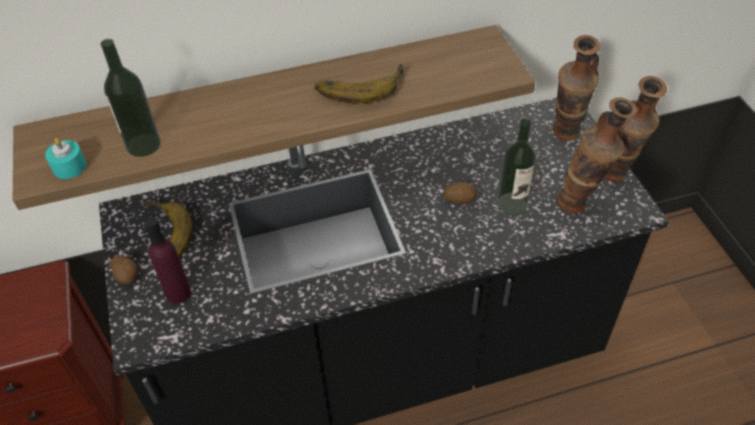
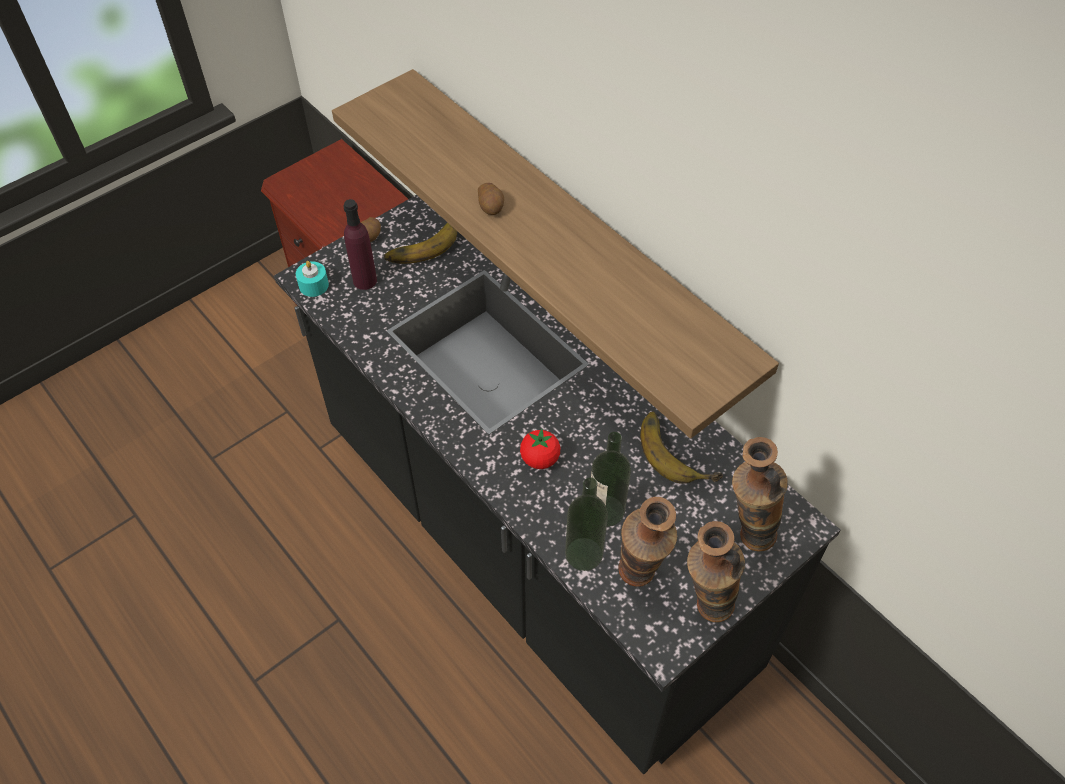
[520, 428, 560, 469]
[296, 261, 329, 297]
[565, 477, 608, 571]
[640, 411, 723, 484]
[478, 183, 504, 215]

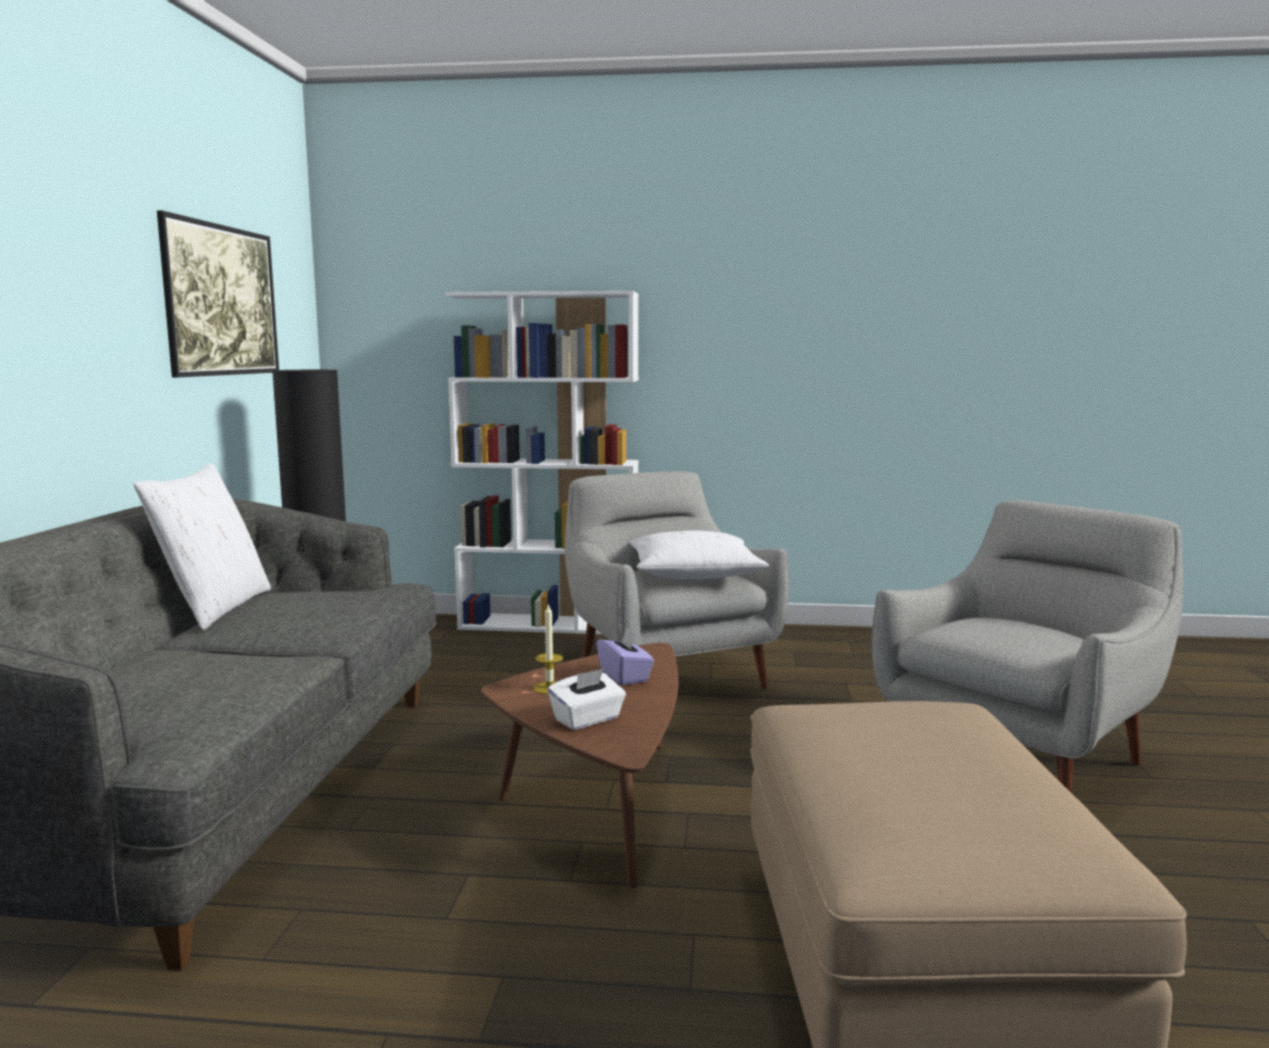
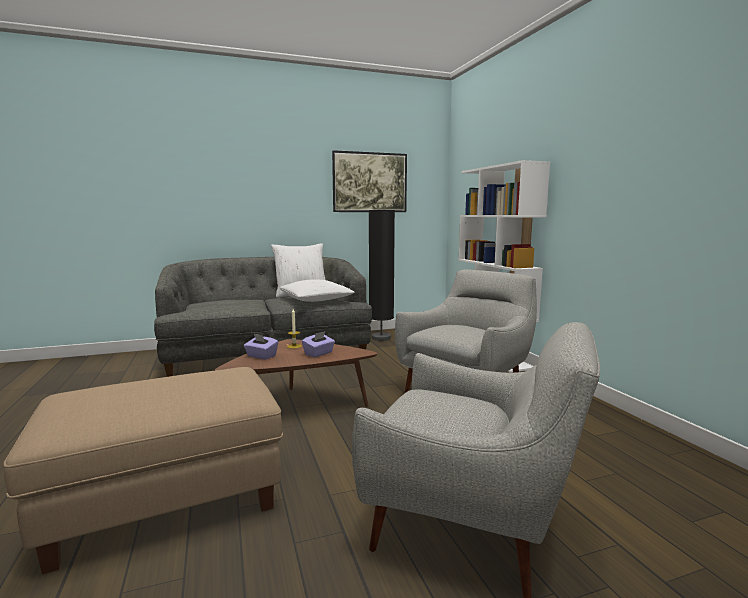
[279, 279, 355, 302]
[244, 334, 278, 359]

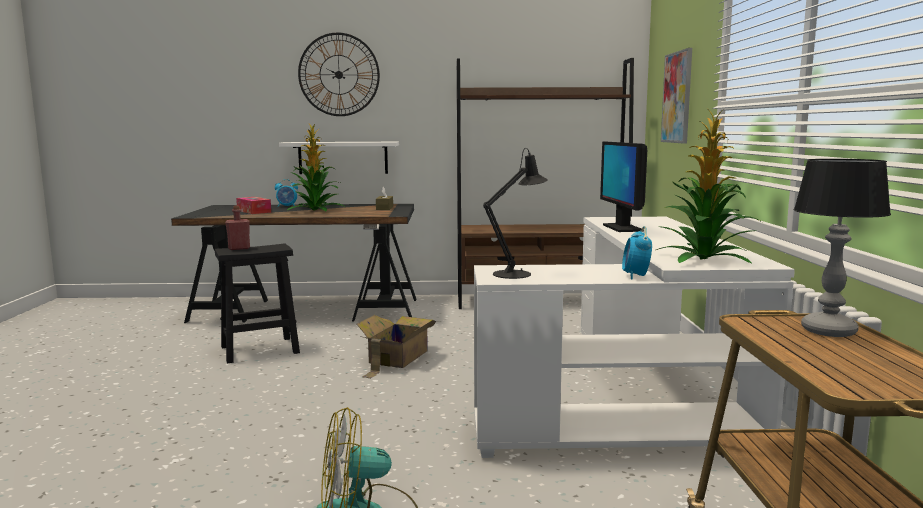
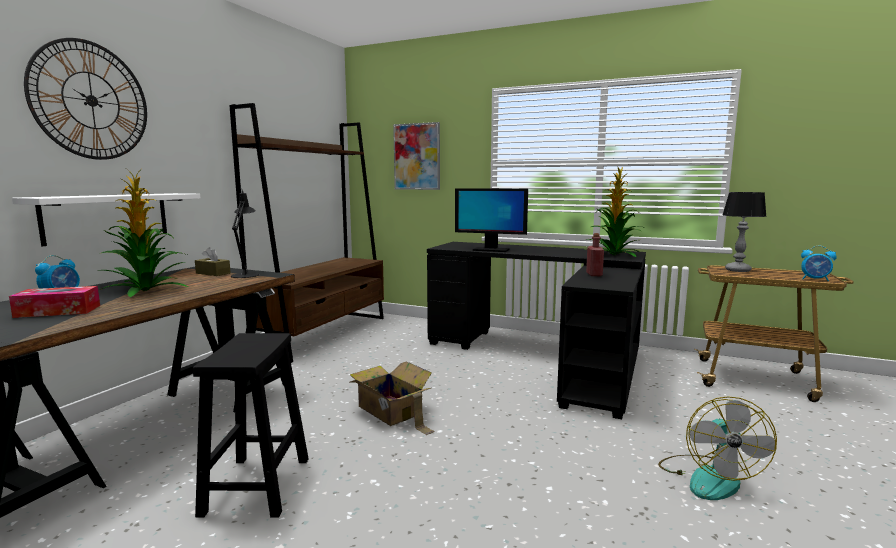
[586, 233, 604, 276]
[231, 188, 259, 278]
[801, 246, 837, 282]
[427, 242, 646, 419]

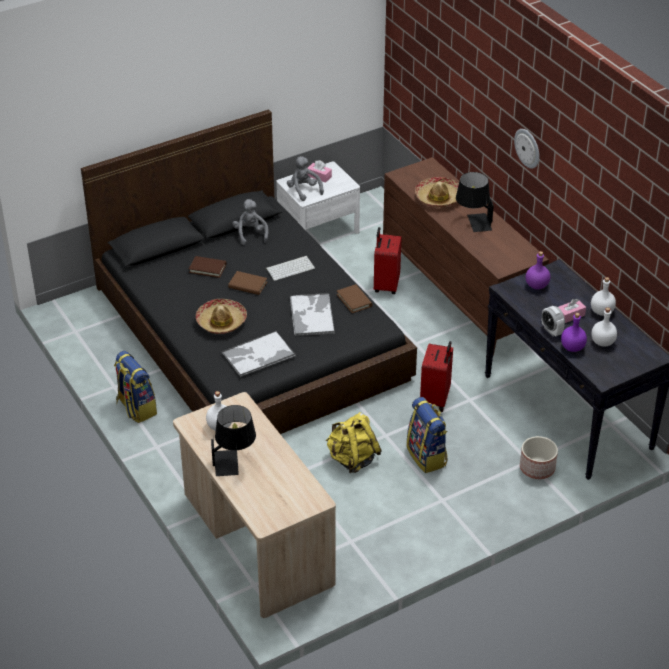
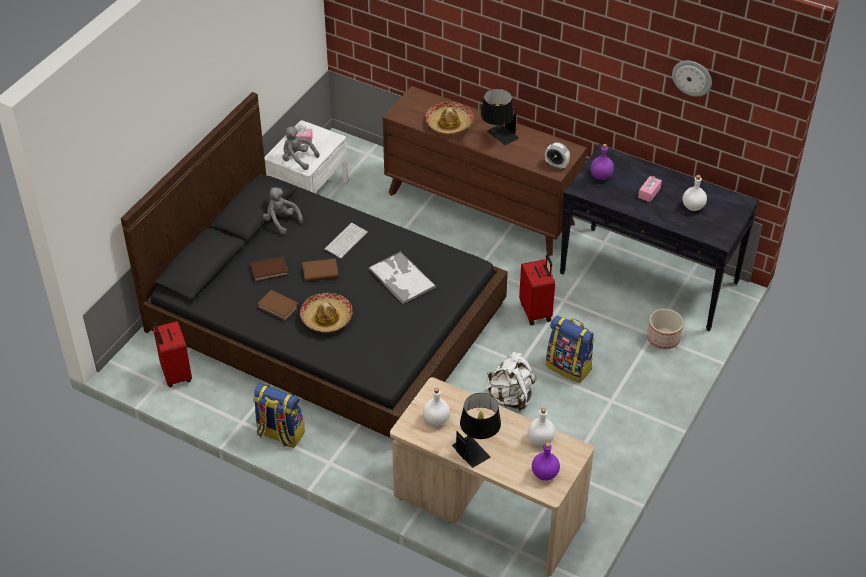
[222, 331, 296, 377] (first image)
[257, 290, 299, 321]
[153, 321, 192, 387]
[672, 61, 712, 96]
[545, 142, 570, 169]
[532, 442, 560, 481]
[528, 408, 555, 446]
[485, 352, 536, 411]

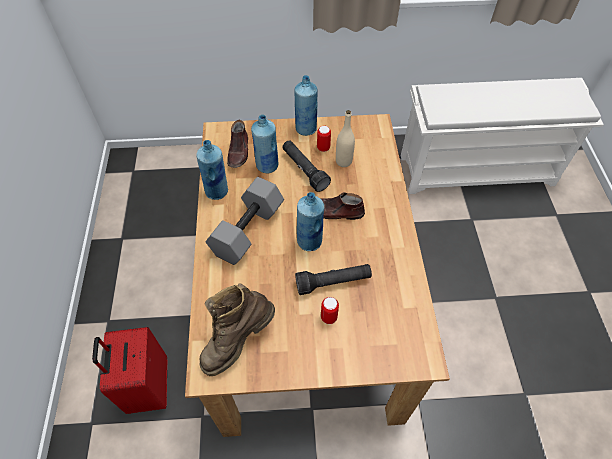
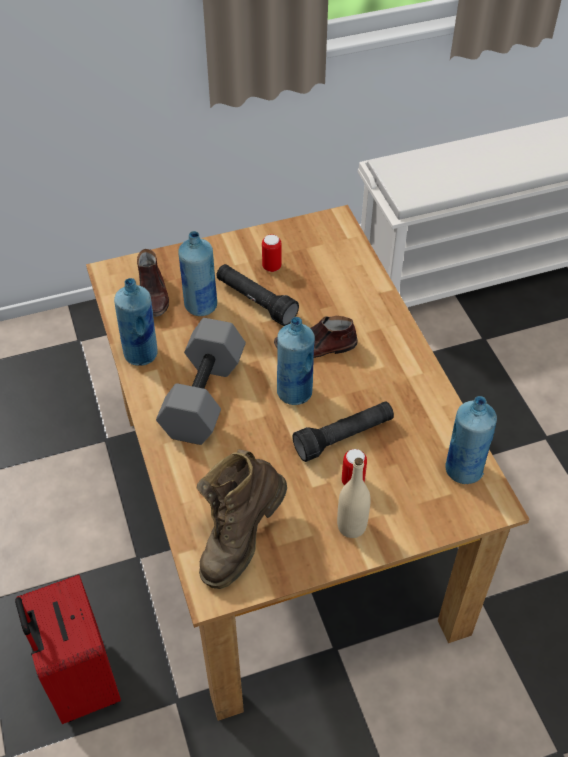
[445, 396, 497, 484]
[337, 457, 371, 538]

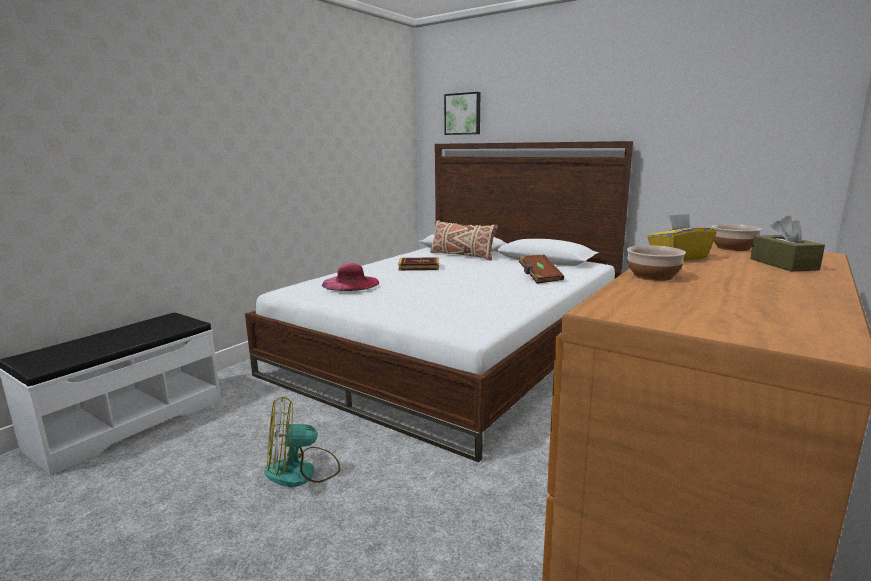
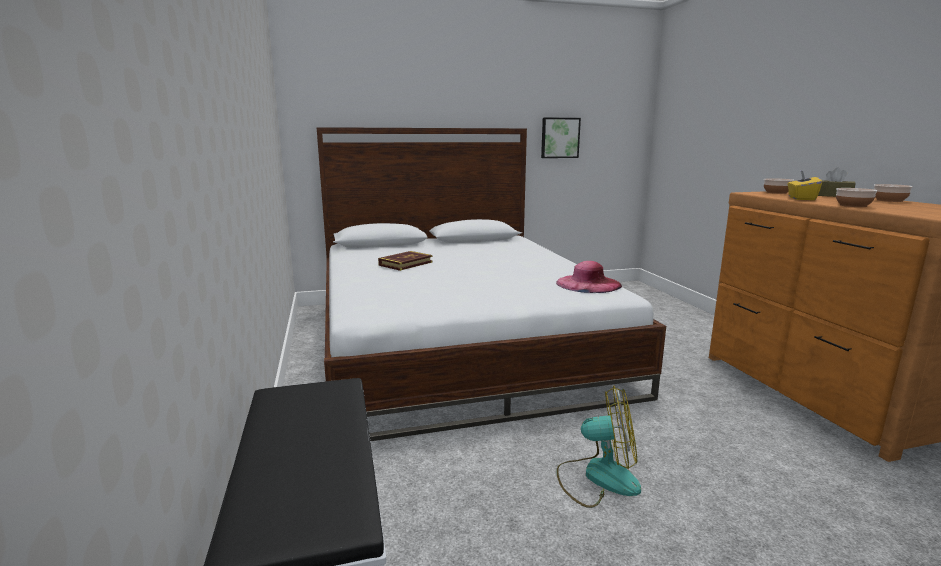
[430, 220, 498, 261] (first image)
[519, 254, 564, 284] (first image)
[874, 184, 913, 202]
[556, 261, 622, 293]
[541, 117, 581, 158]
[556, 386, 641, 508]

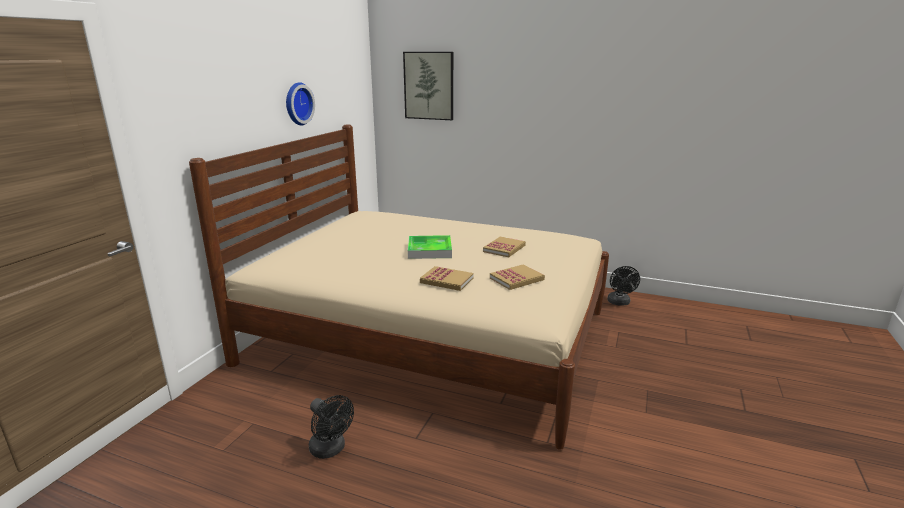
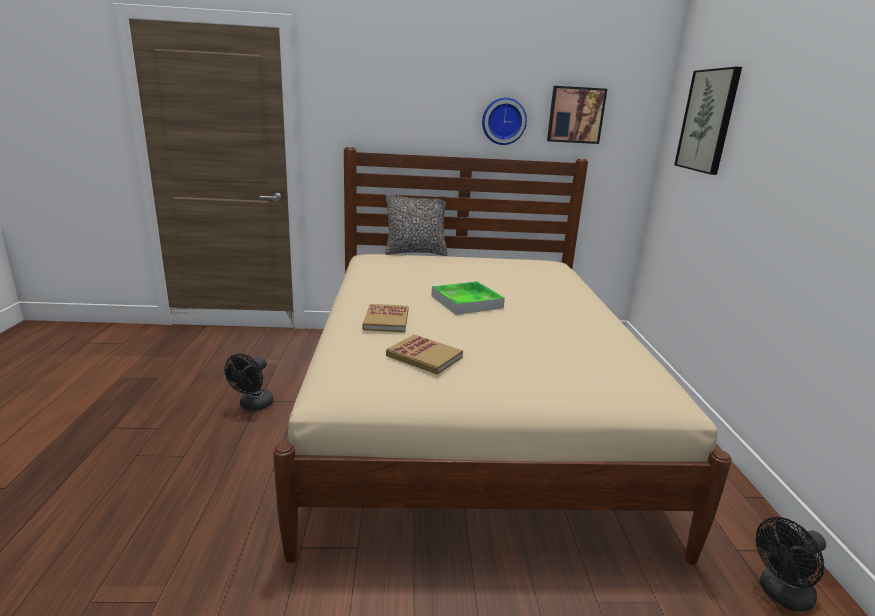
[483, 237, 526, 257] (first image)
[385, 194, 448, 256]
[547, 86, 607, 144]

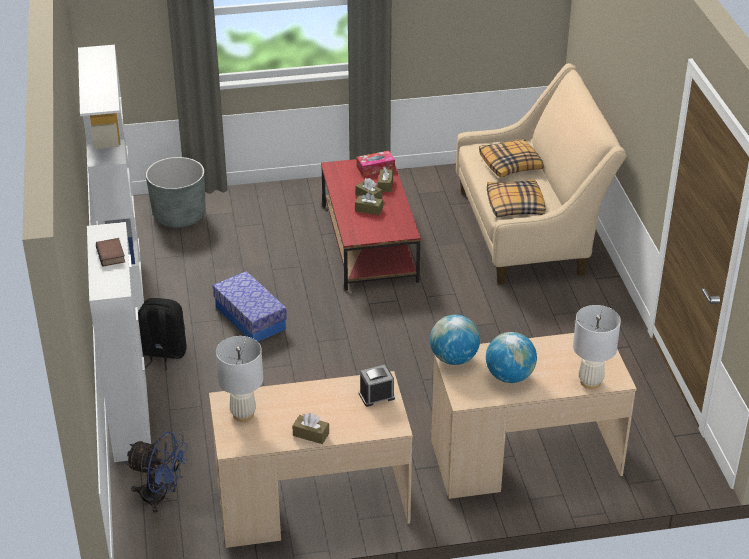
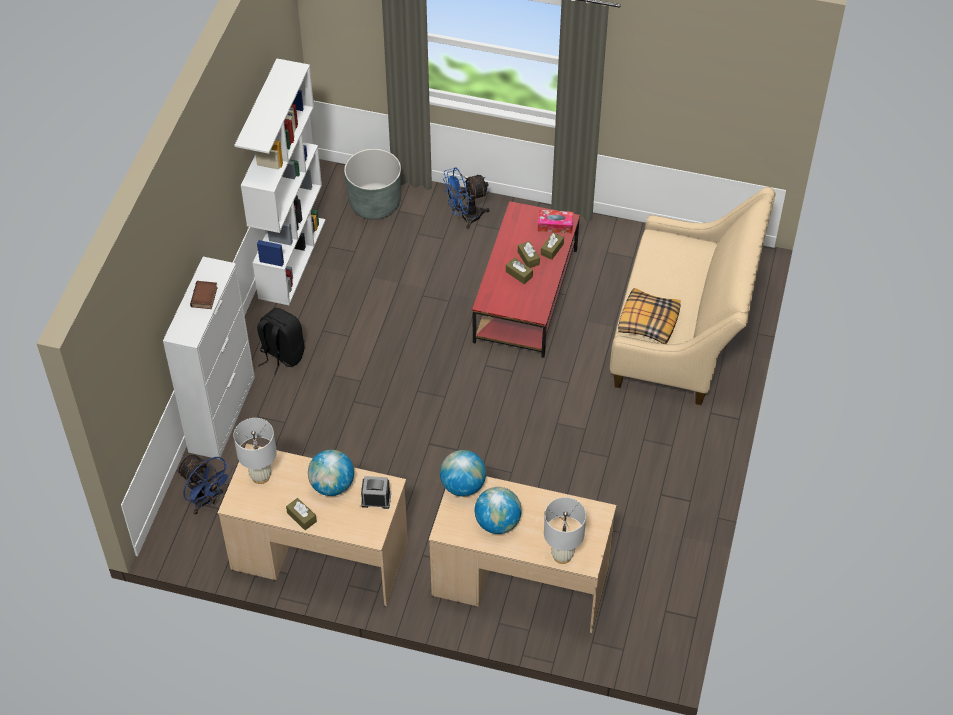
[213, 271, 287, 342] (first image)
[479, 138, 544, 178] (first image)
[308, 450, 354, 496]
[443, 167, 490, 229]

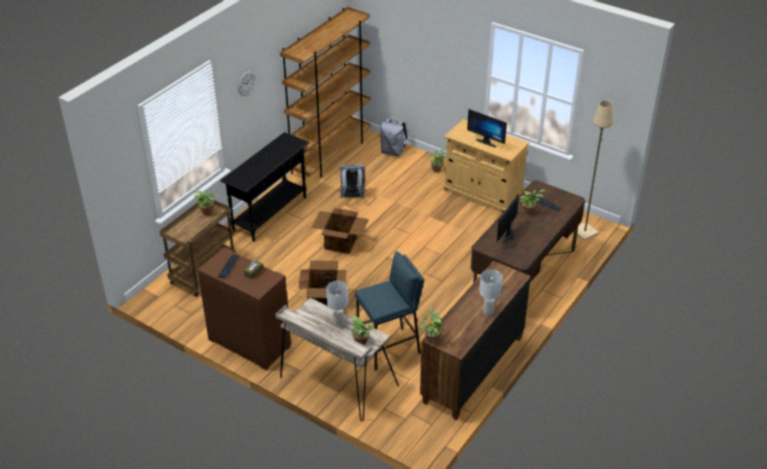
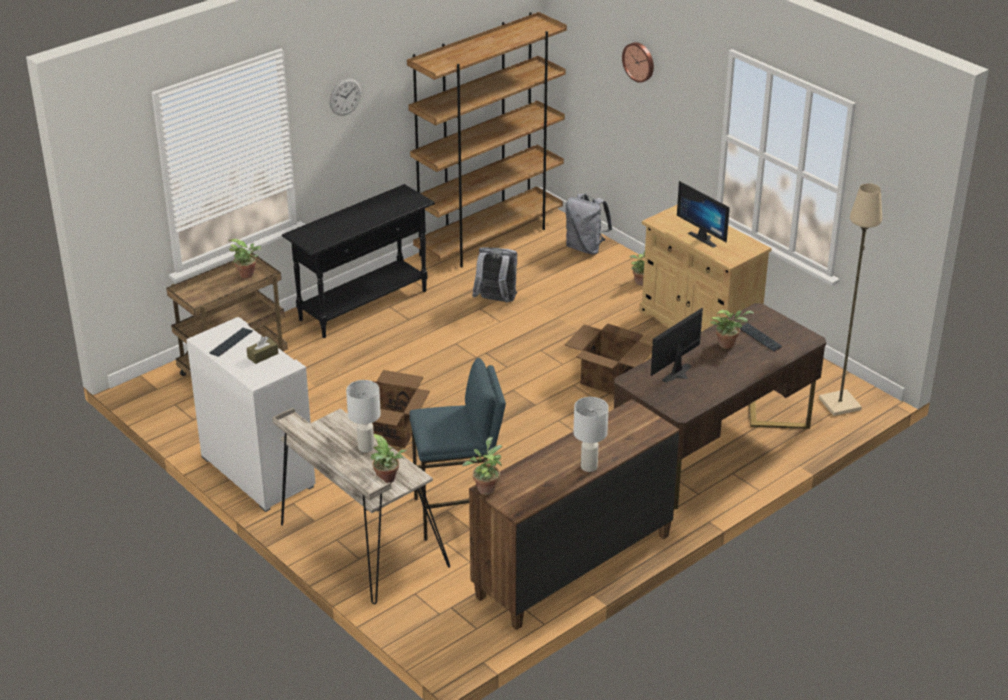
[622, 42, 654, 83]
[565, 323, 652, 395]
[186, 317, 316, 512]

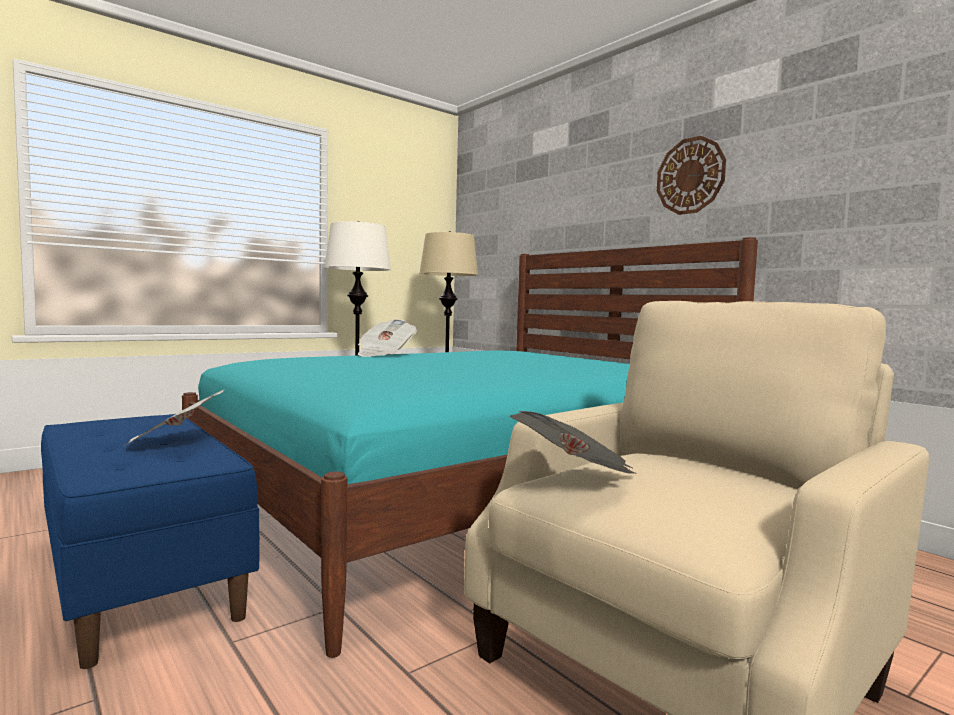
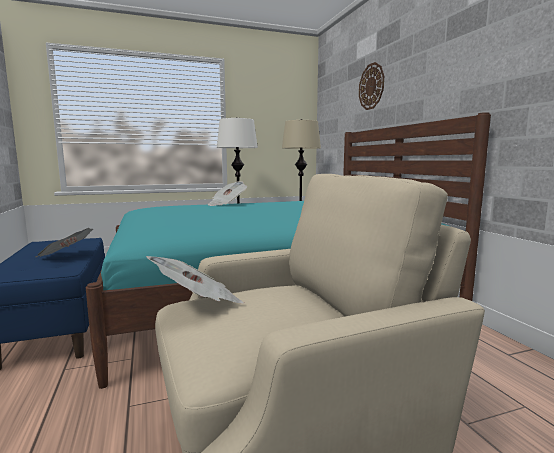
[359, 62, 384, 110]

